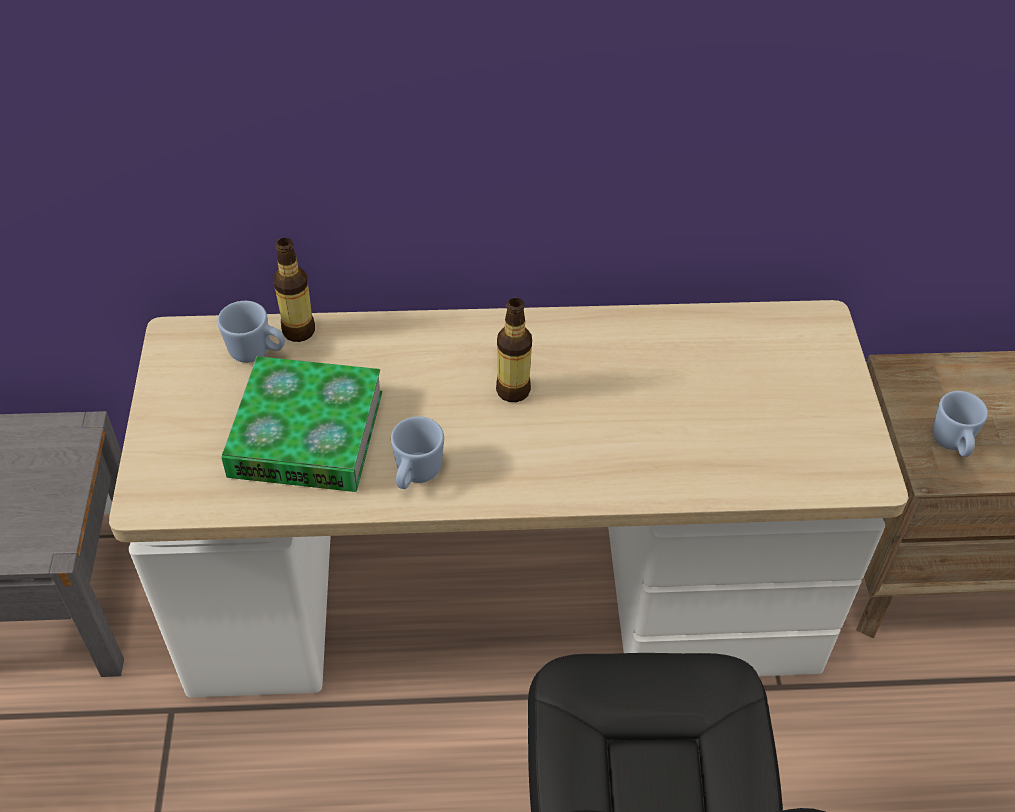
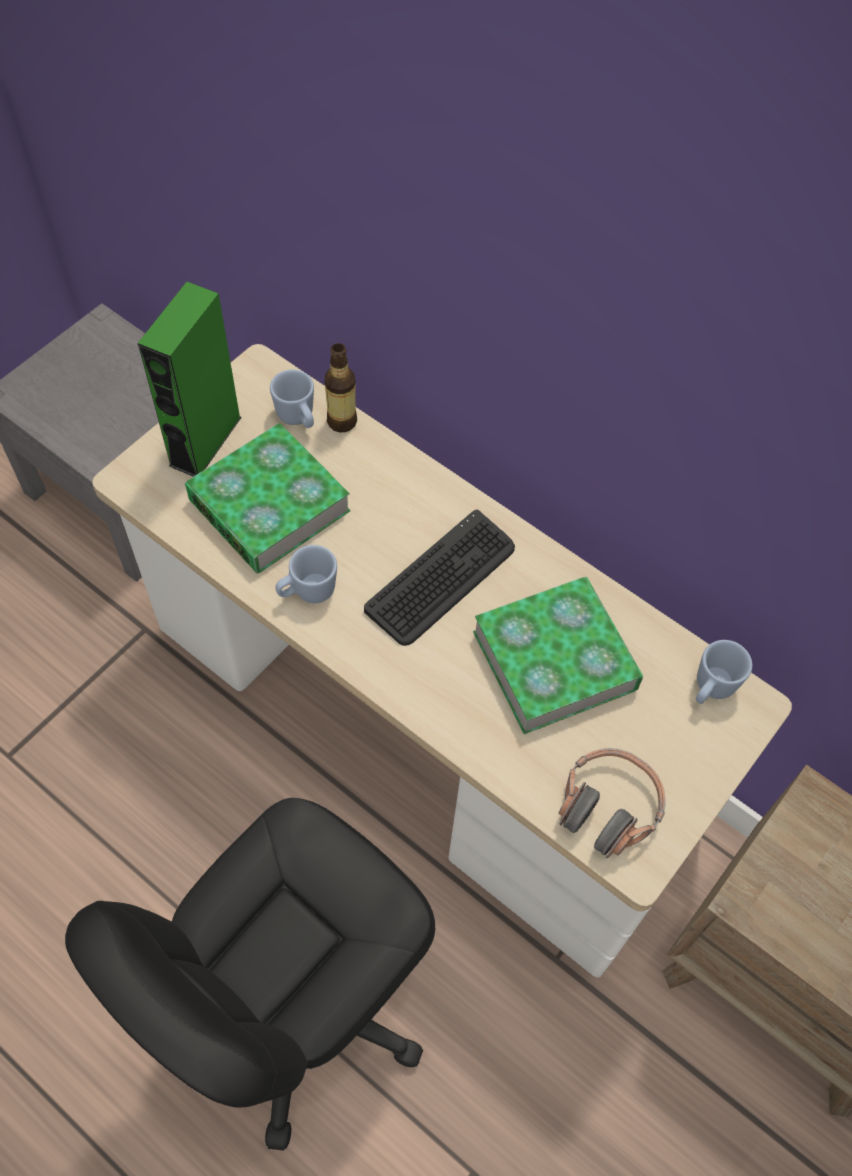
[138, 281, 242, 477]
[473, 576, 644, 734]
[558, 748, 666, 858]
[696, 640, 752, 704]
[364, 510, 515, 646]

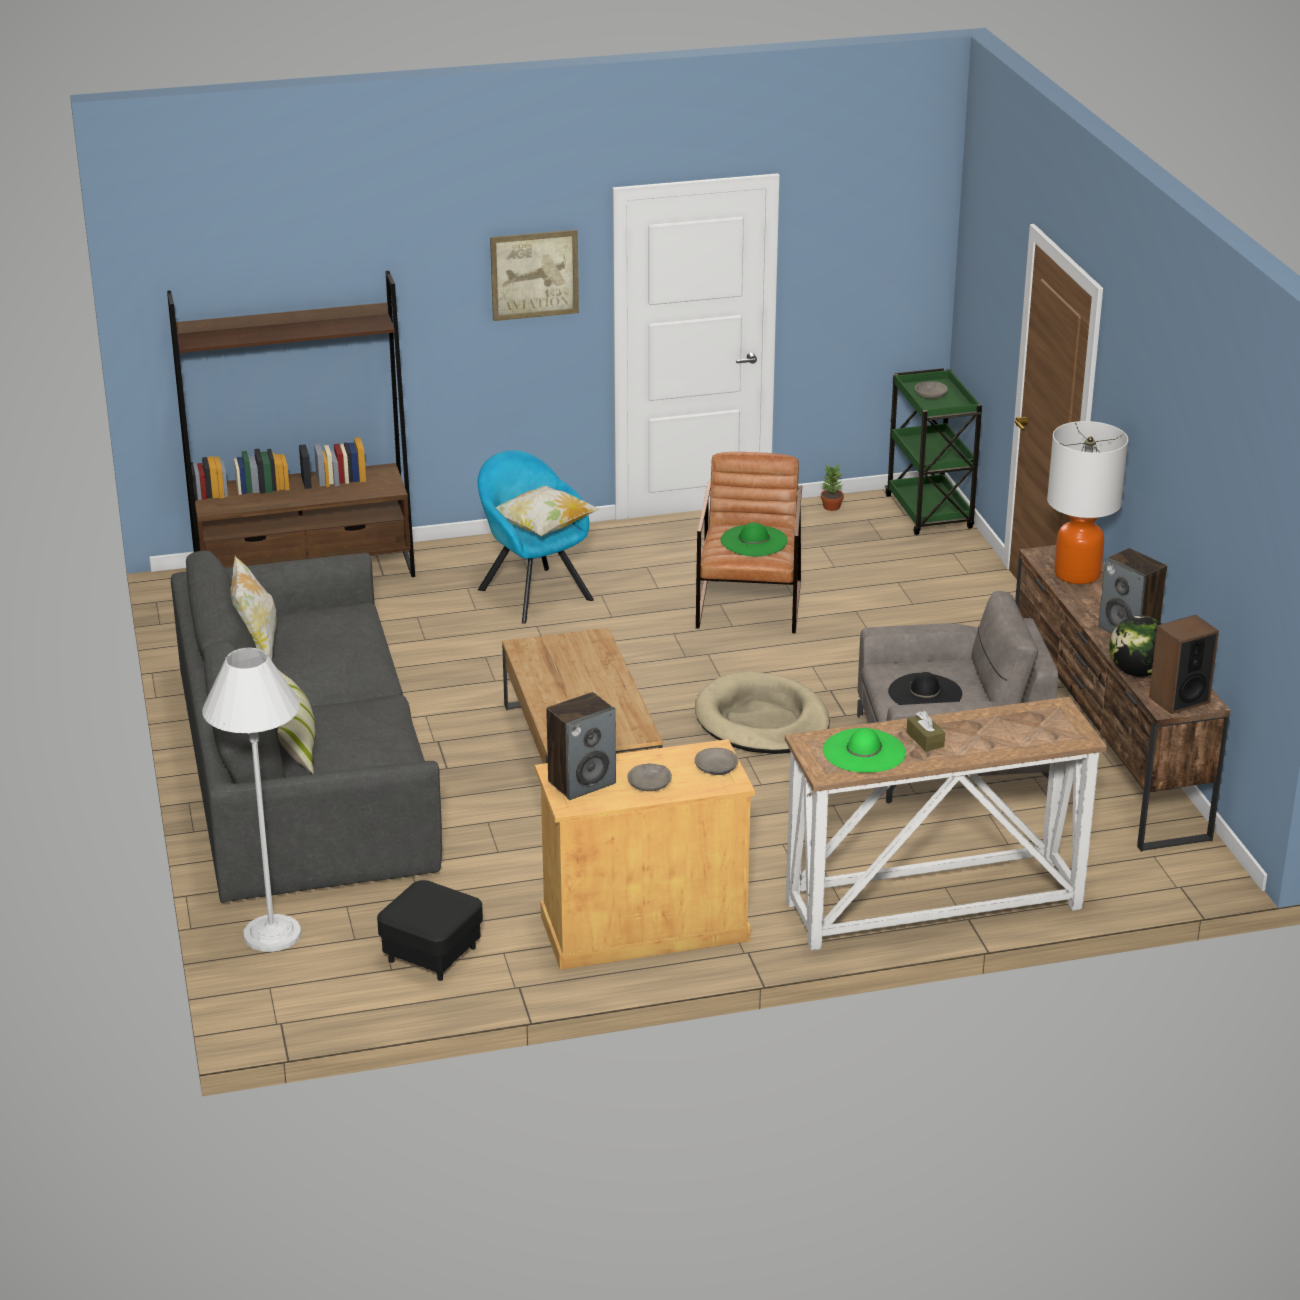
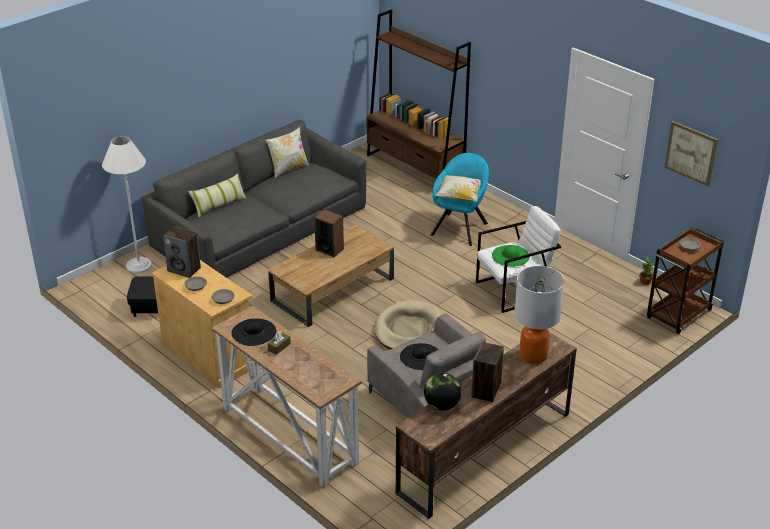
[664, 121, 718, 187]
[314, 209, 344, 257]
[476, 206, 561, 313]
[231, 318, 276, 346]
[647, 227, 724, 334]

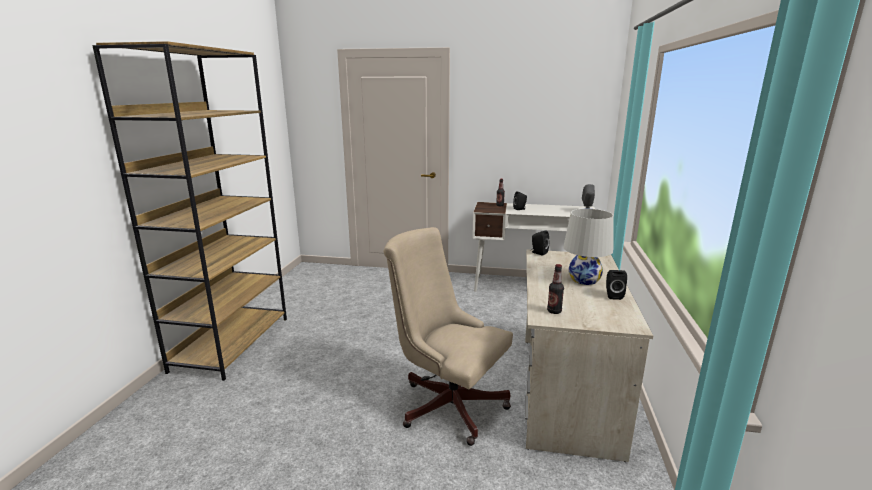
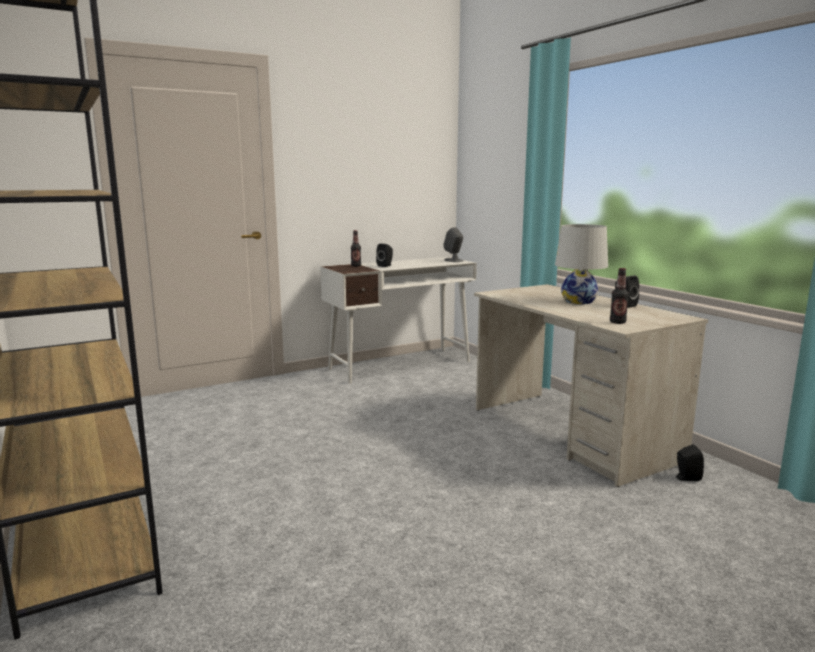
[383, 227, 513, 446] (first image)
[676, 444, 704, 481]

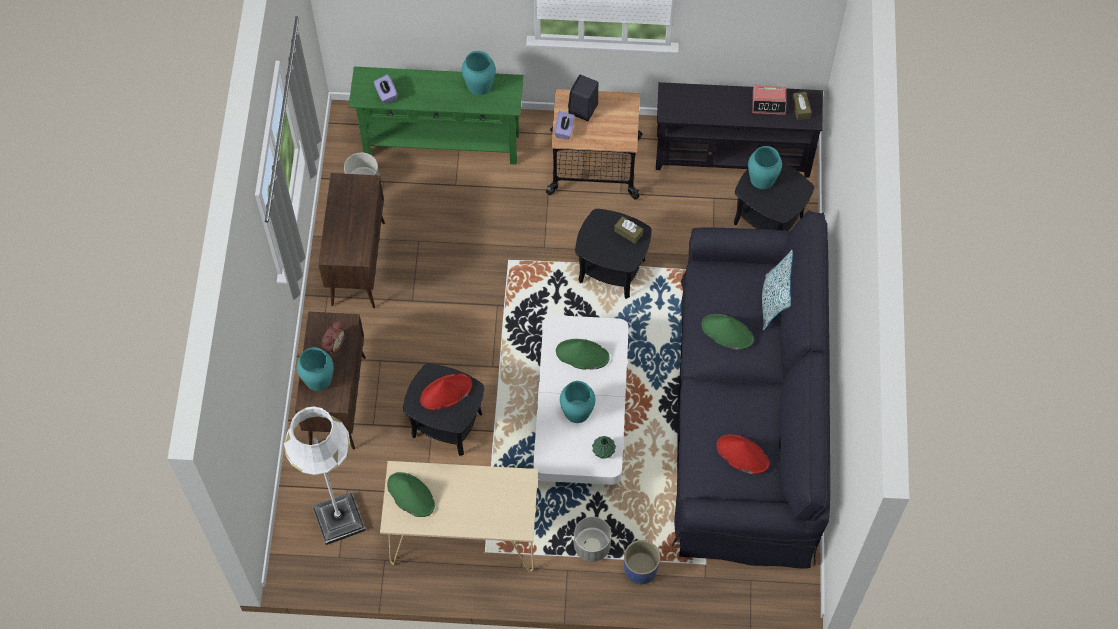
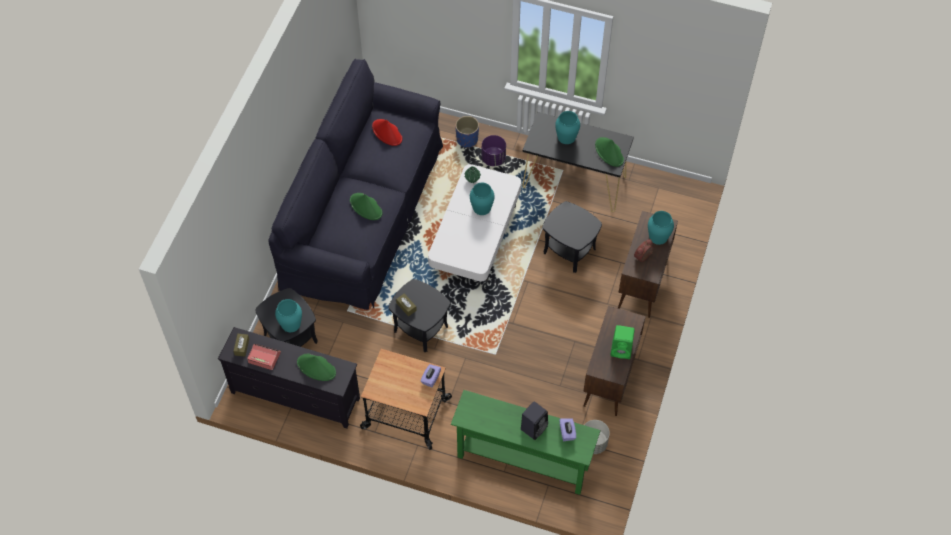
[284, 406, 366, 545] (first image)
[420, 374, 472, 410] (first image)
[762, 250, 793, 331] (first image)
[611, 325, 635, 359]
[555, 111, 580, 144]
[297, 353, 336, 381]
[521, 402, 548, 440]
[523, 112, 634, 212]
[482, 135, 506, 166]

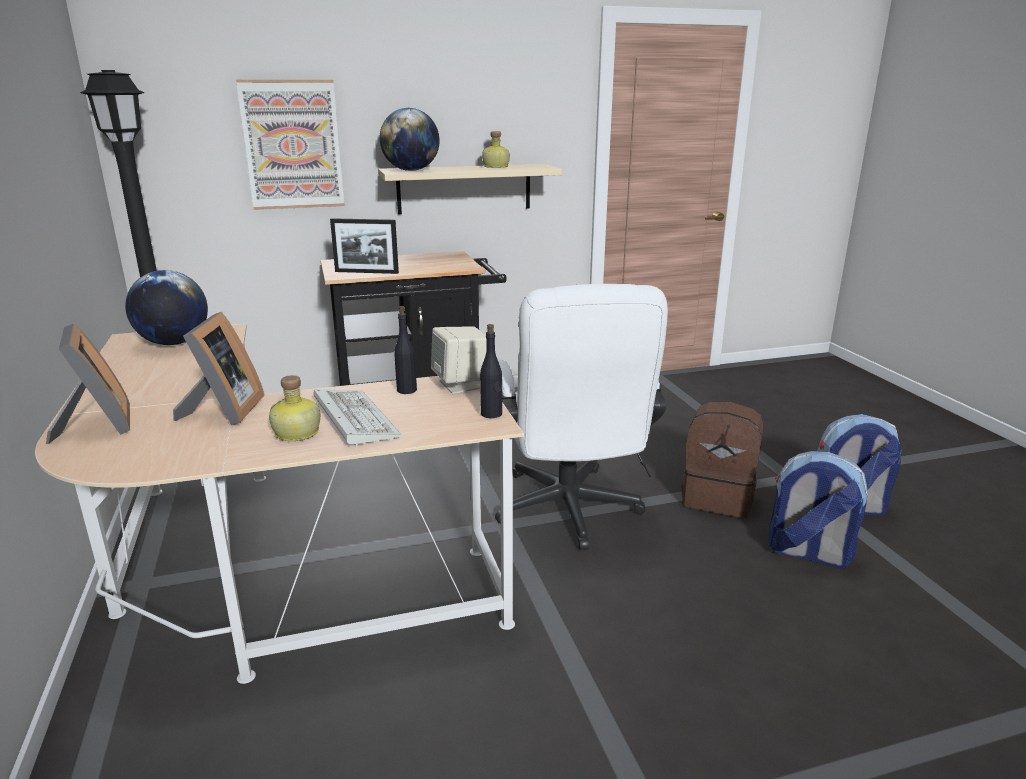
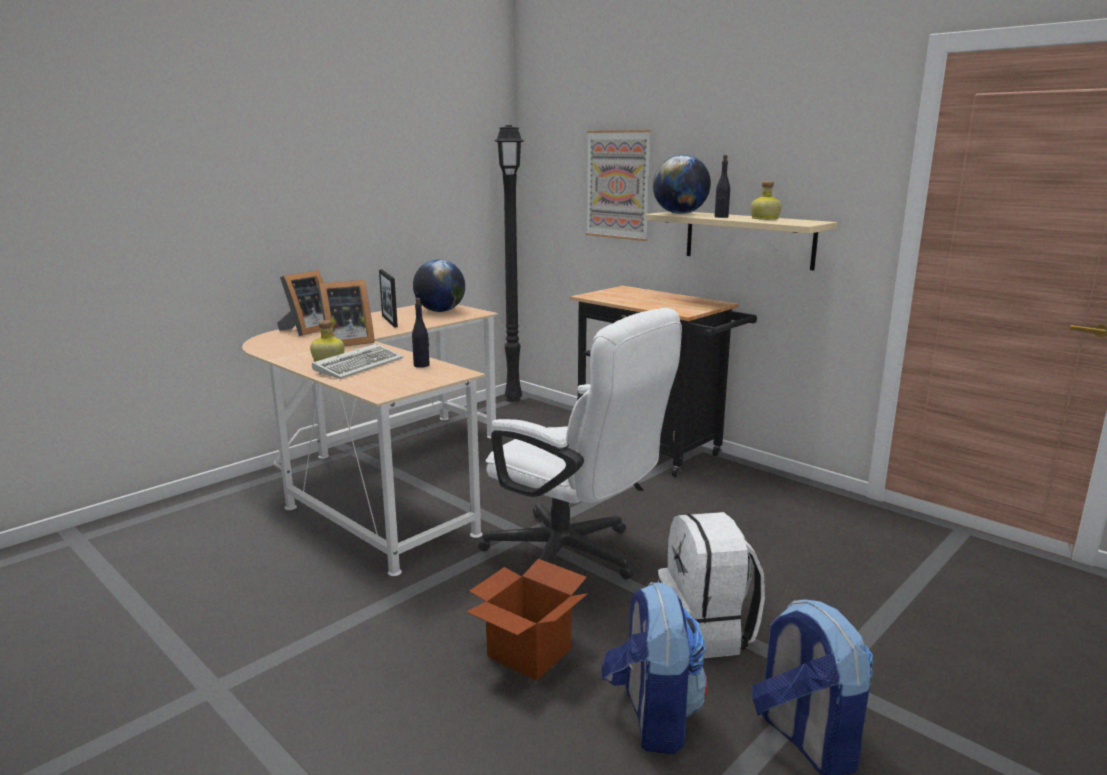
[431, 326, 487, 394] (first image)
[466, 559, 588, 681]
[379, 269, 398, 328]
[715, 155, 730, 218]
[658, 512, 765, 658]
[478, 308, 682, 579]

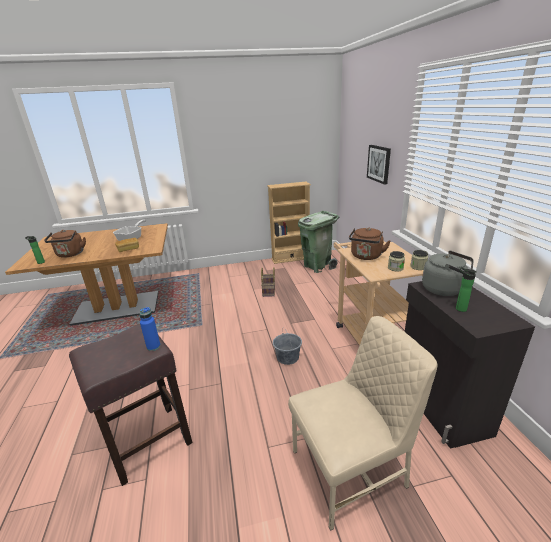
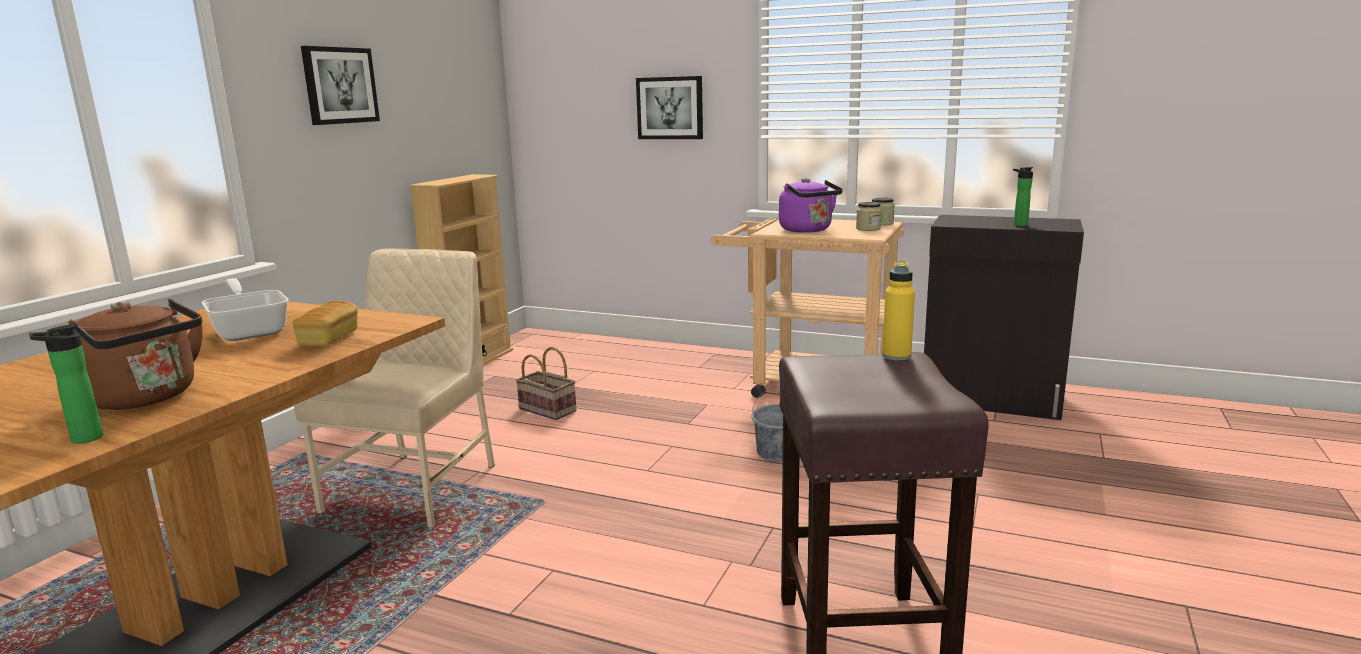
[298, 211, 339, 273] (first image)
[422, 251, 474, 296] (first image)
[301, 46, 380, 125]
[294, 248, 495, 528]
[882, 261, 915, 361]
[779, 178, 843, 233]

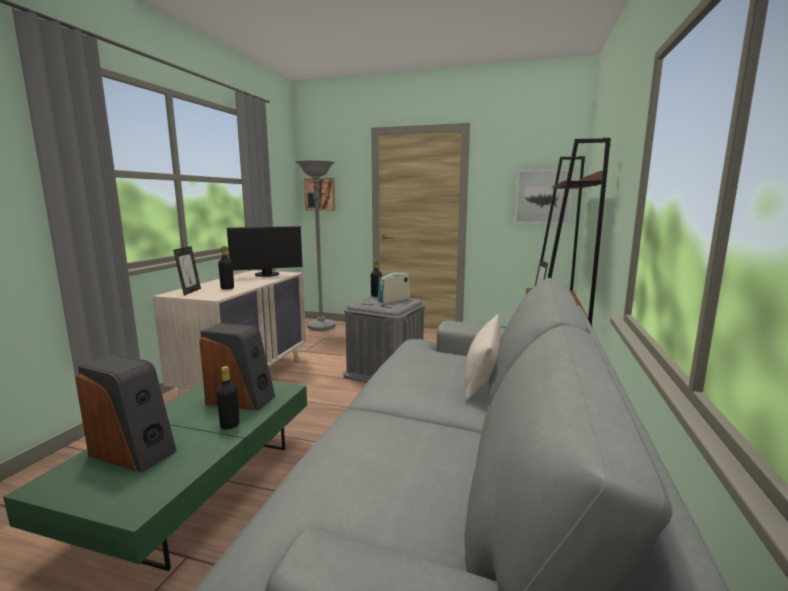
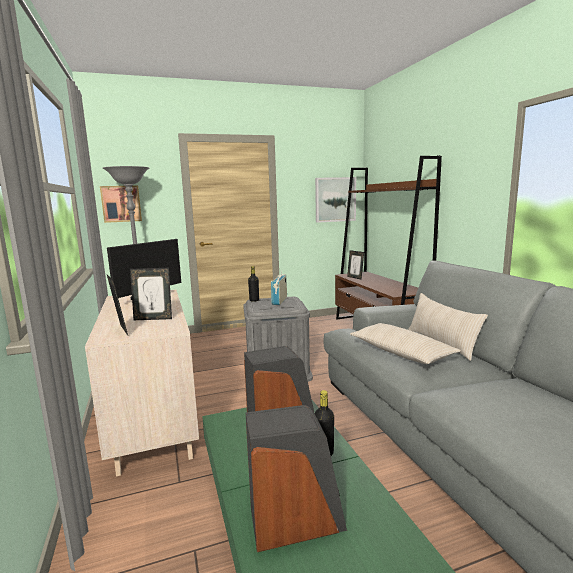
[350, 323, 461, 364]
[130, 268, 172, 320]

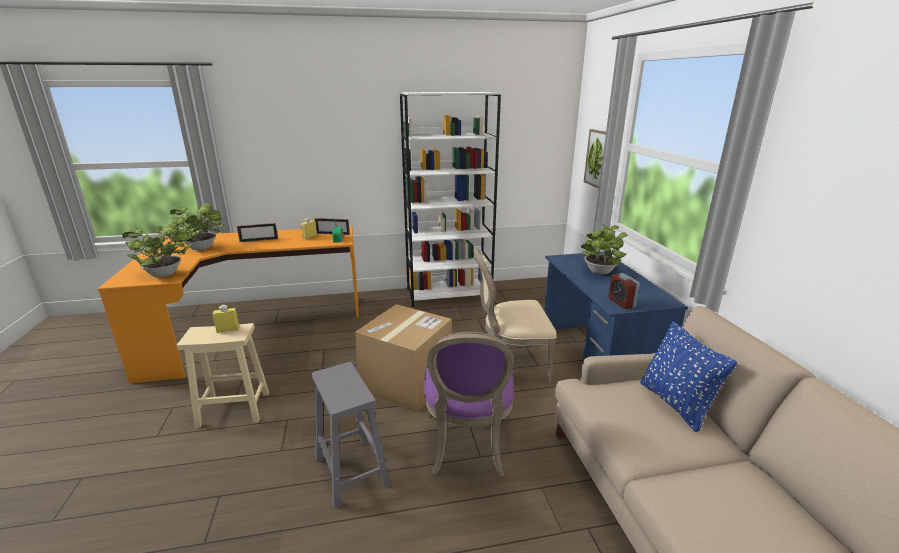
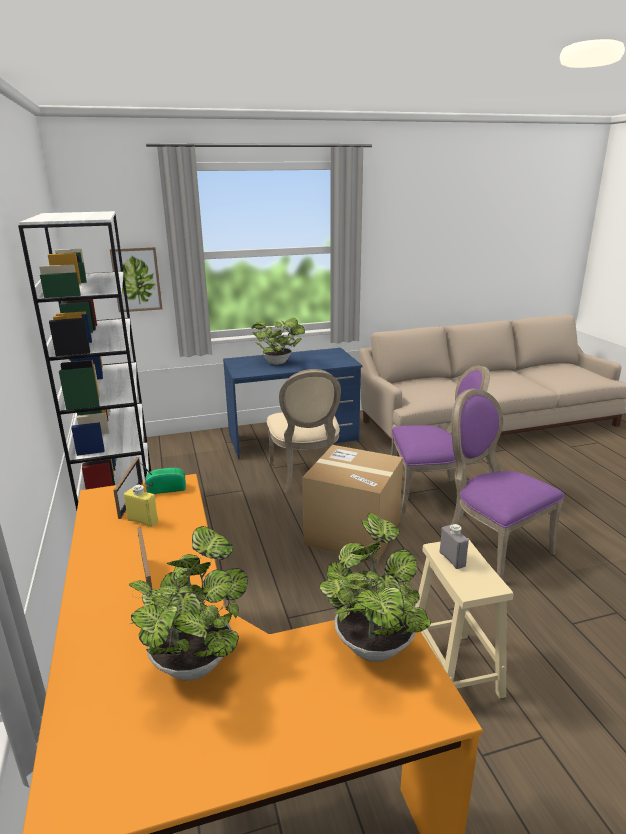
[608, 273, 640, 309] (first image)
[640, 321, 737, 432] (first image)
[451, 389, 564, 580]
[440, 524, 469, 569]

